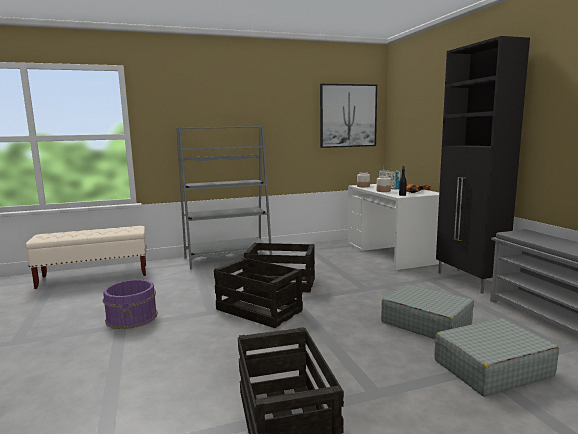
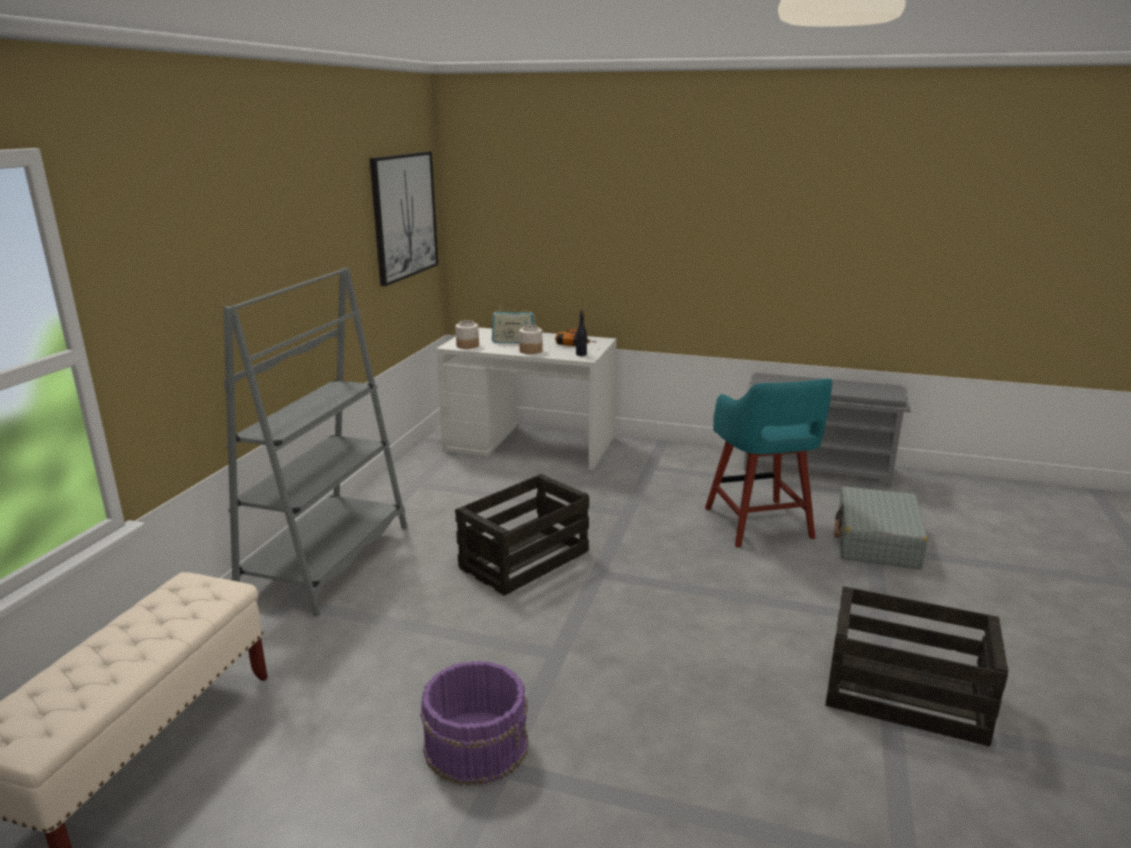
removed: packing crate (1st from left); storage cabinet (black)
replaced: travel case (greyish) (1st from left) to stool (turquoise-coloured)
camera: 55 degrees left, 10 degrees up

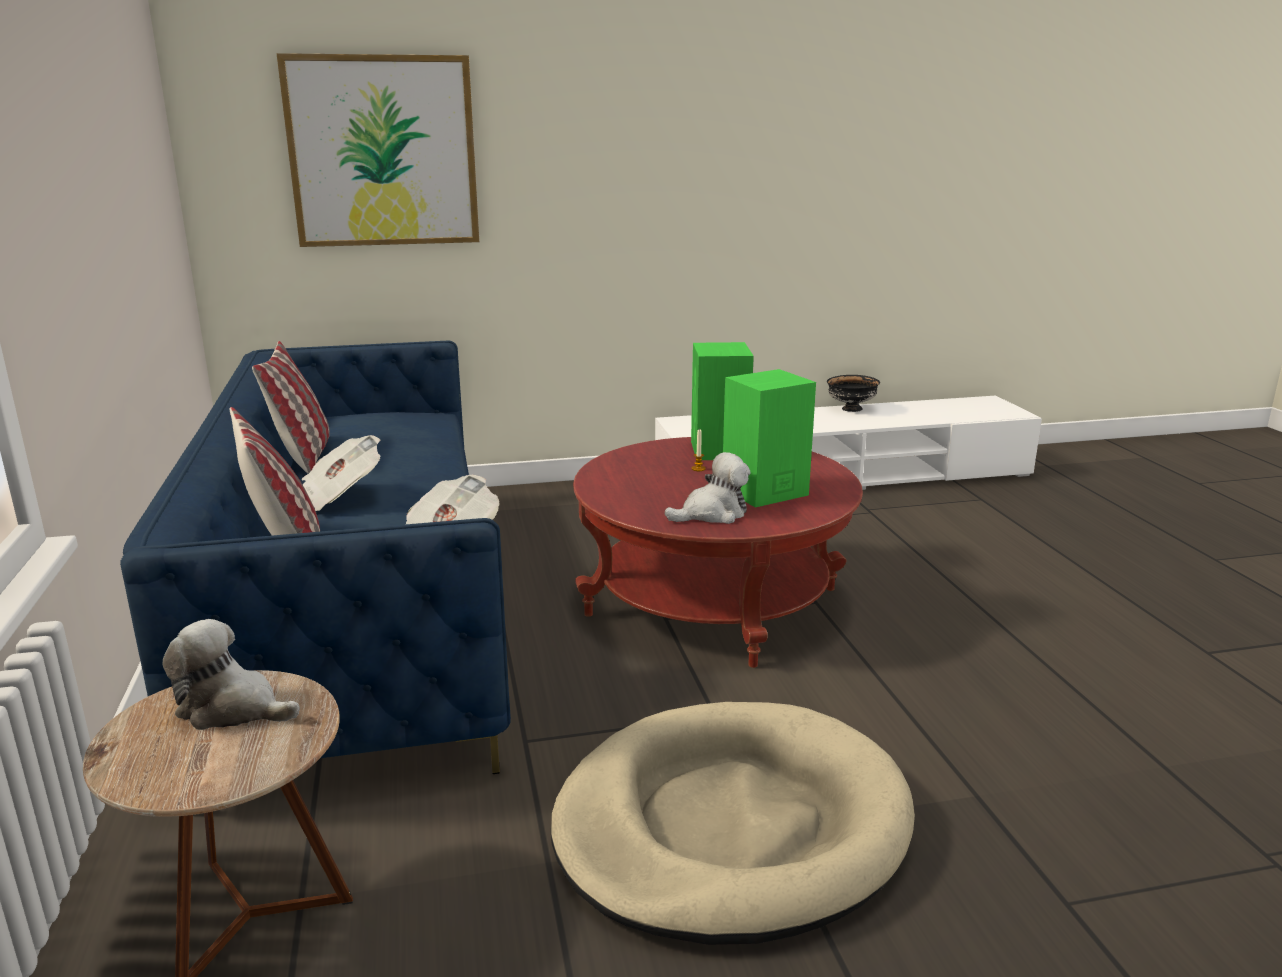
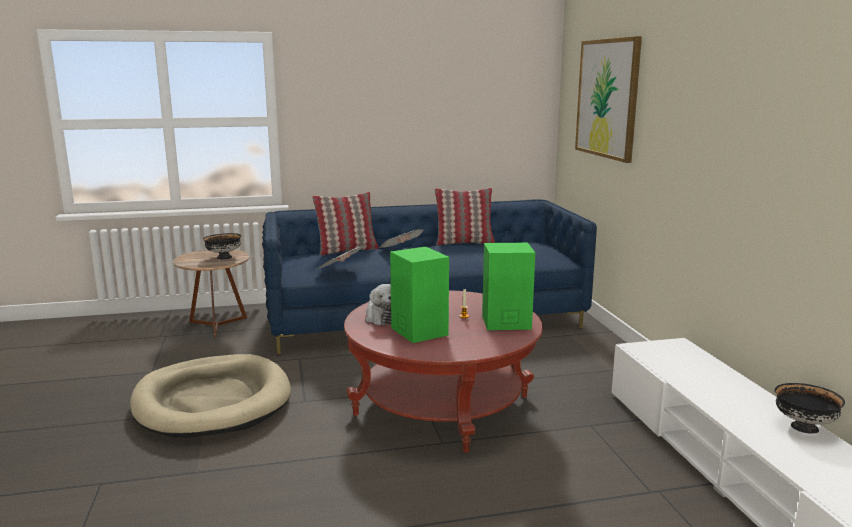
replaced: soft toy (1st from left) to bowl (black) (1st from left)
camera: 90 degrees right, 5 degrees down

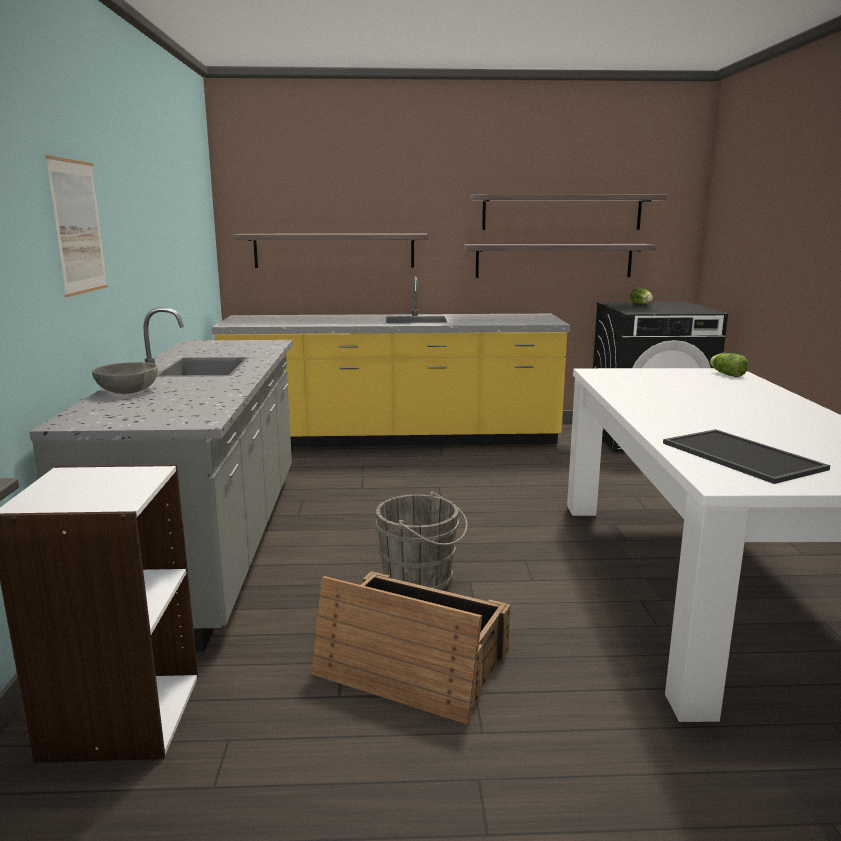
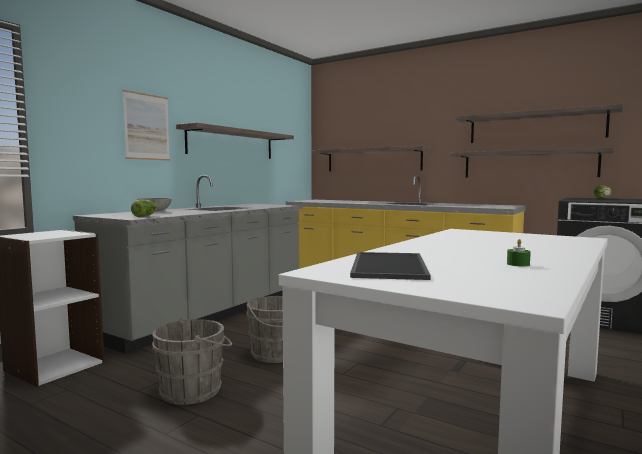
added: wall shelf (1st from left); wax light (greenish)
moved: lettuce (2nd from left in the first image) to lettuce (1st from left)
replaced: packing crate to water bucket (greyish) (1st from left)
camera: 35 degrees right, 10 degrees down

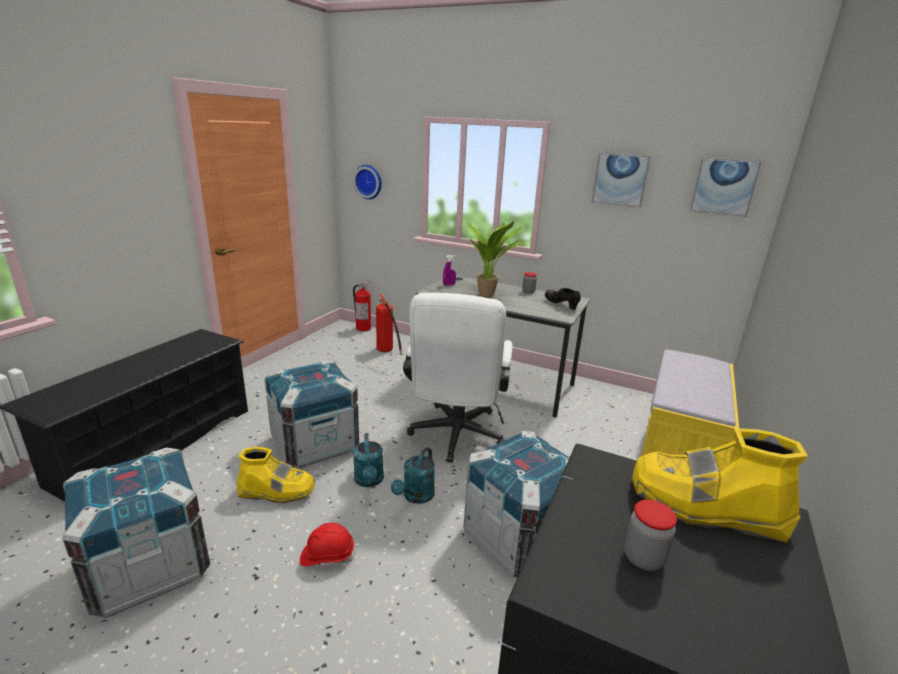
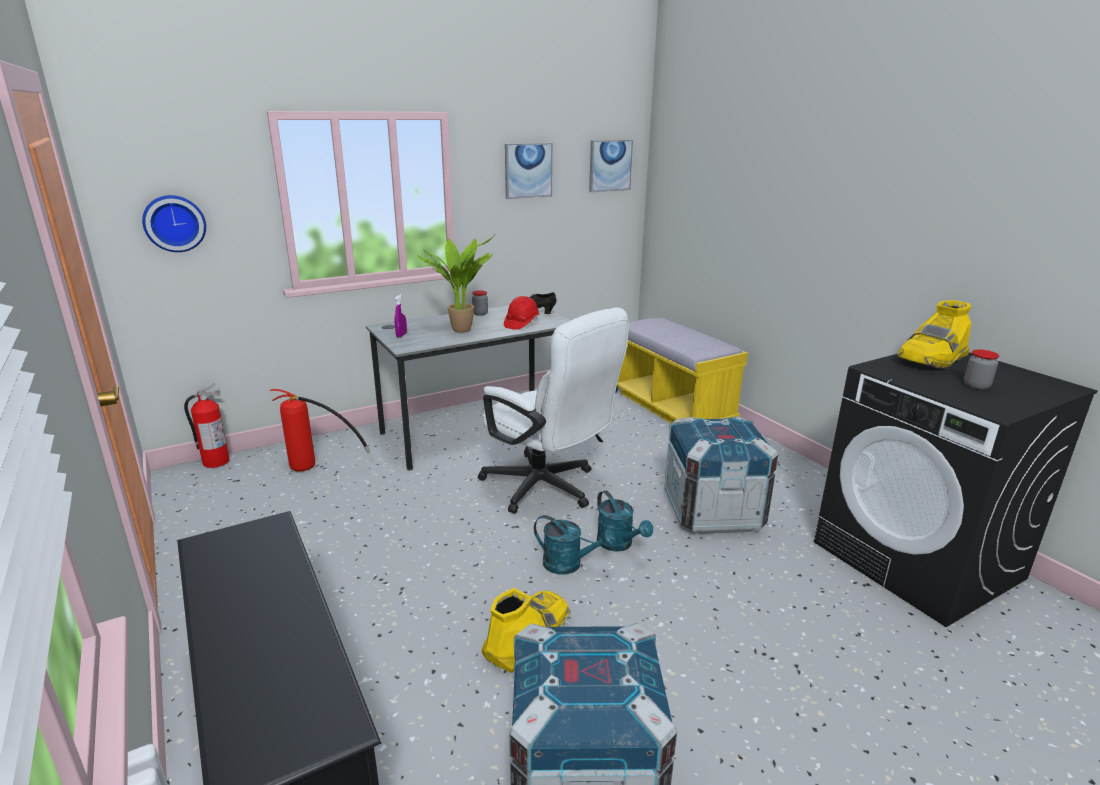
removed: packing crate (2nd from left)
moved: work helmet (red-coloured)
camera: 55 degrees left, 0 degrees up

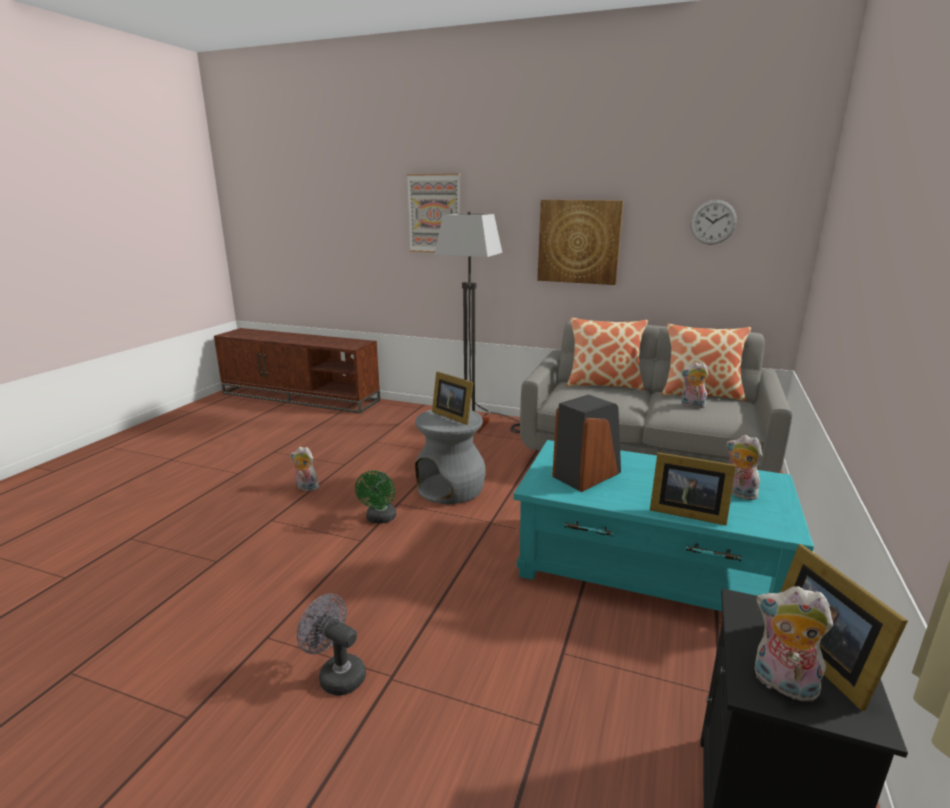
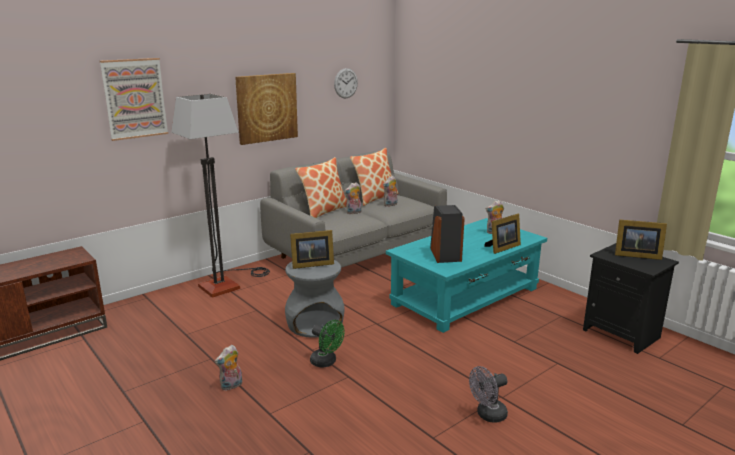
moved: soft toy (4th from left in the first image) to soft toy (2nd from left)
camera: 60 degrees left, 0 degrees up

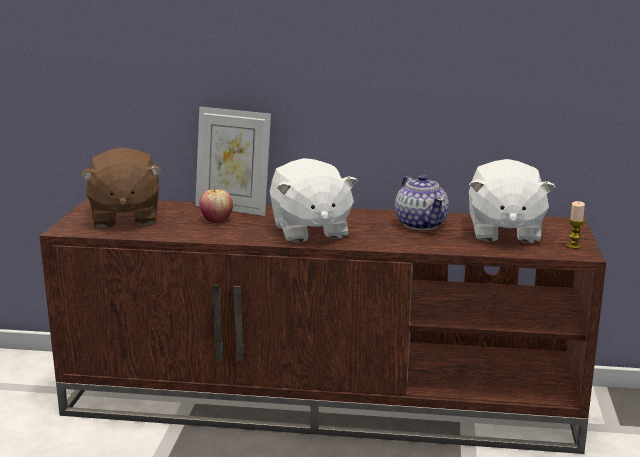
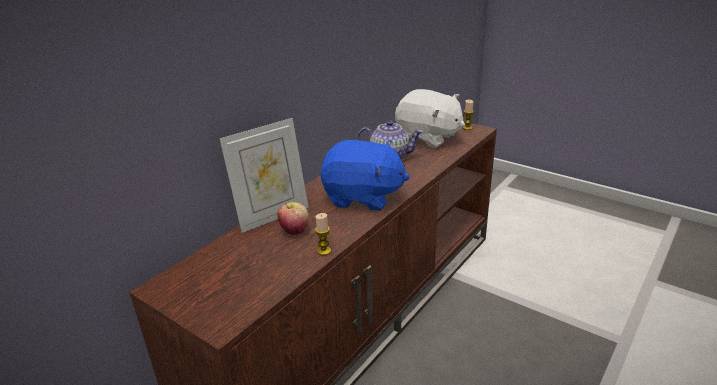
removed: soft toy (brown-coloured)
added: wax light (1st from left)
recoloured: soft toy (white-coloured) (1st from left) to soft toy (blue-coloured)
camera: 60 degrees left, 10 degrees up

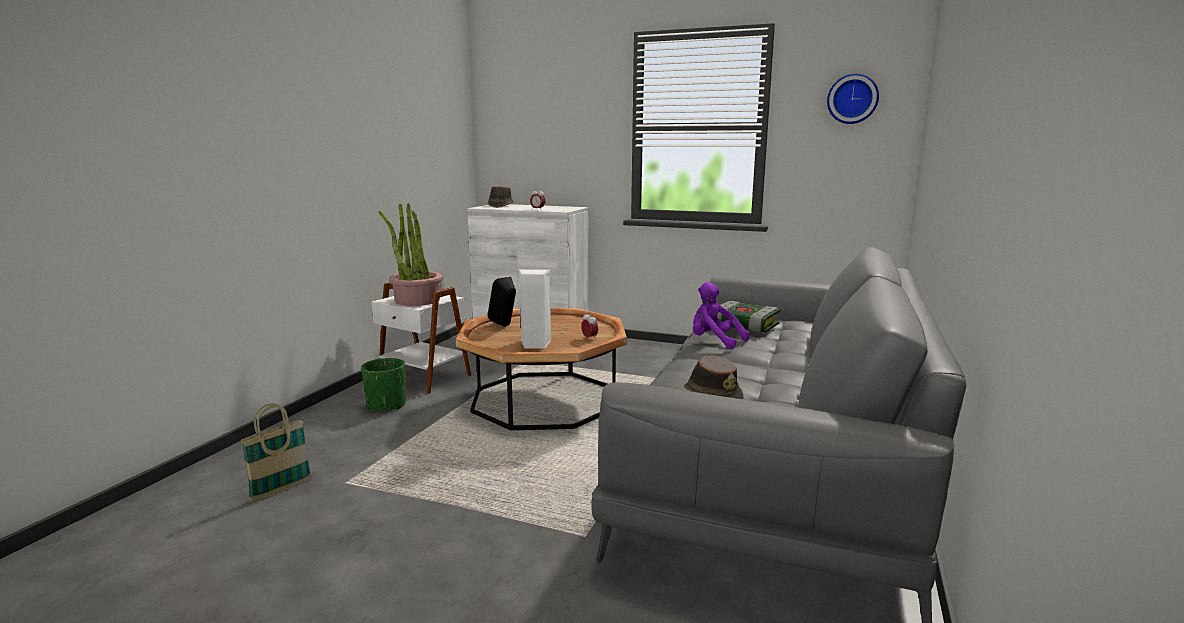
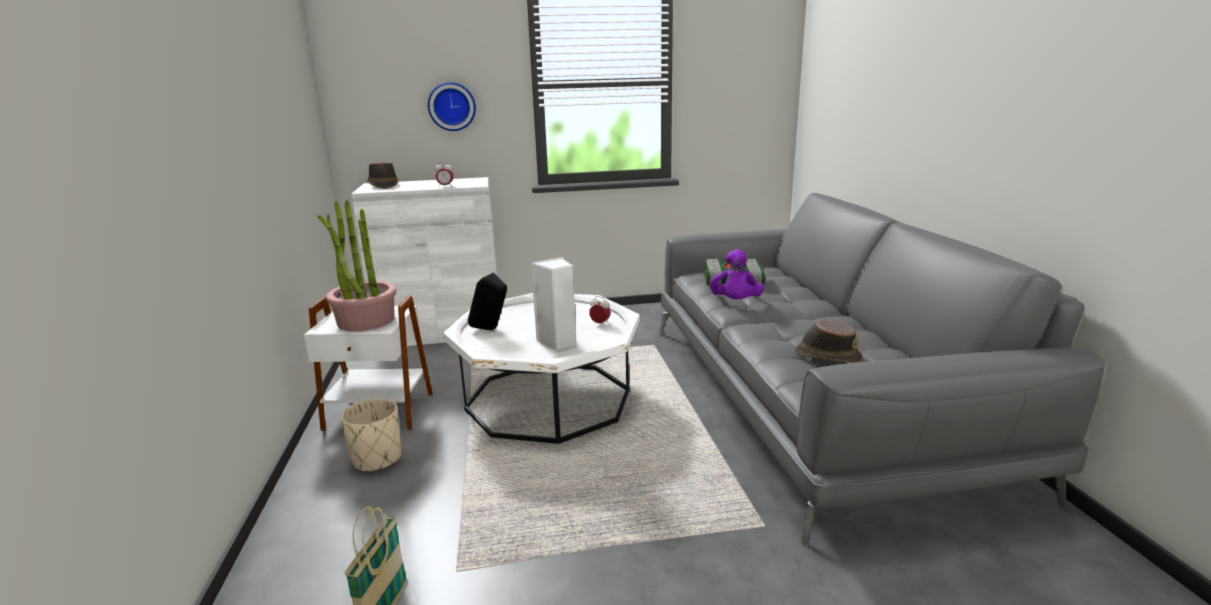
moved: clock on the wall
recoloured: planter (greenish) to planter (beige); coffee table (brown-coloured) to coffee table (white-coloured)
turned: soft toy (purple-coloured) 90 degrees counterclockwise
camera: 30 degrees left, 5 degrees up

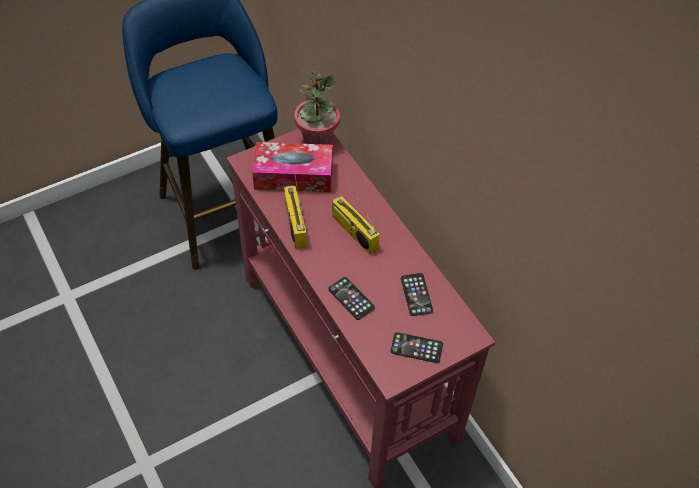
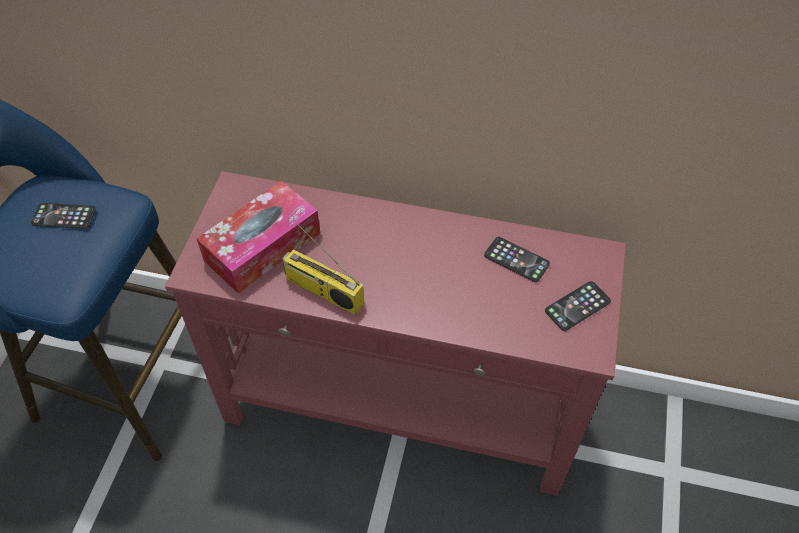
removed: potted plant; radio receiver (2nd from left)
moved: phone (1st from left)
camera: 45 degrees left, 0 degrees up

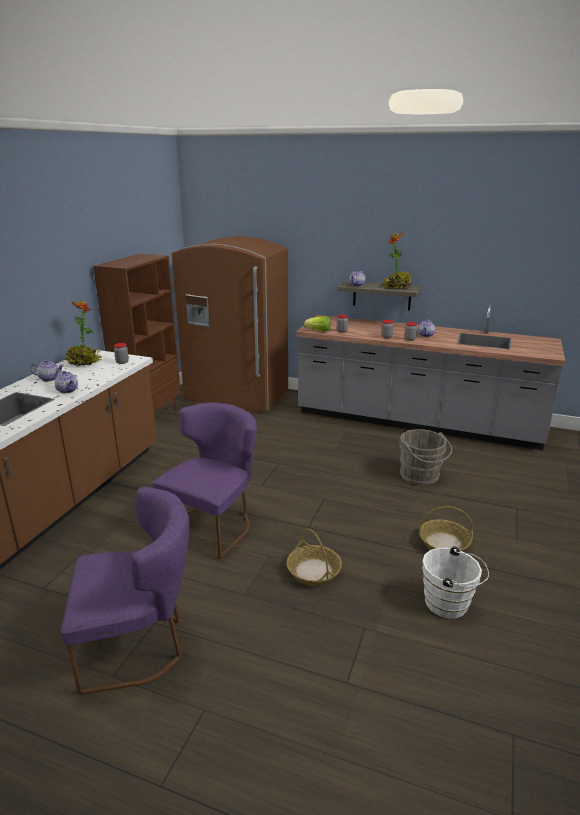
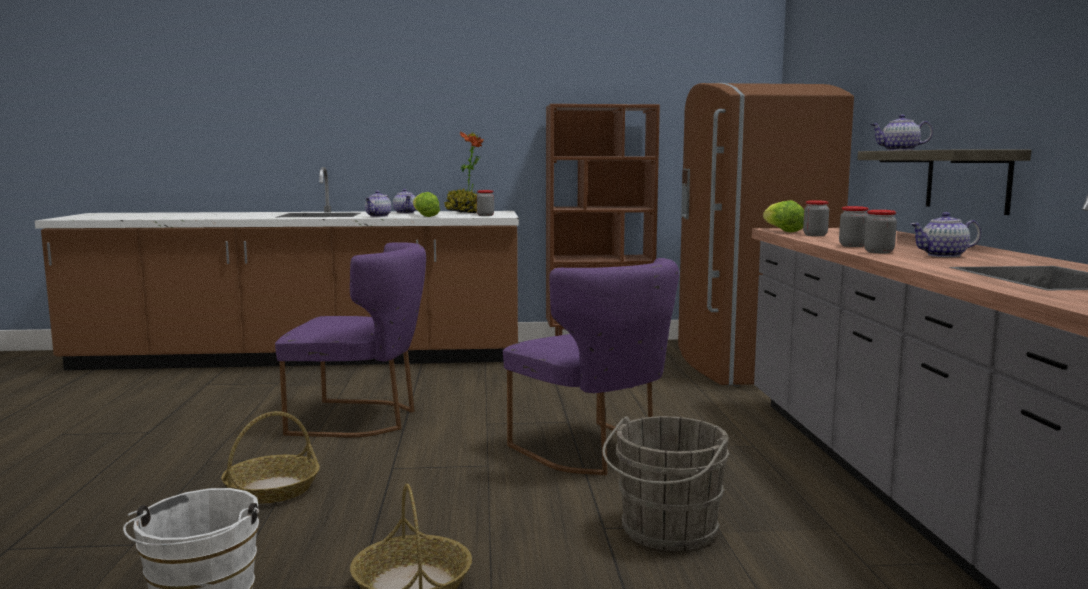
removed: potted plant (2nd from left)
added: lettuce (1st from left)
moved: chair (purple-coloured) (1st from left in the first image) to chair (purple-coloured) (2nd from left)
camera: 65 degrees right, 15 degrees down

